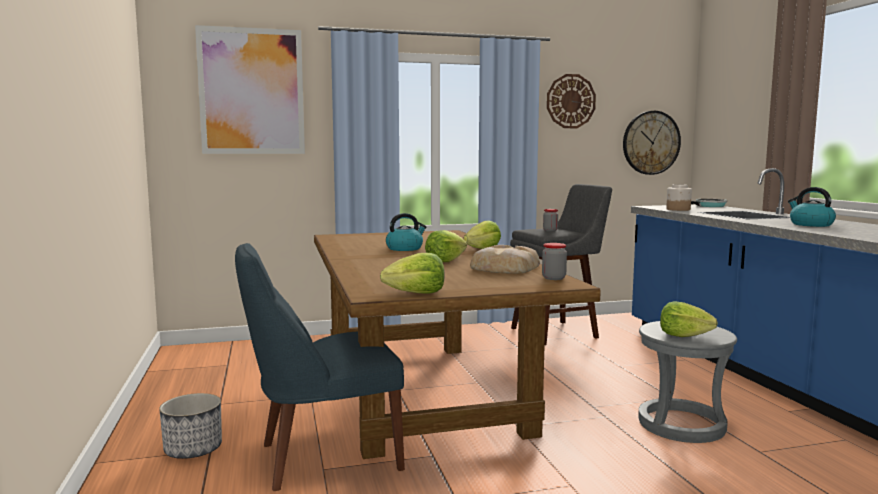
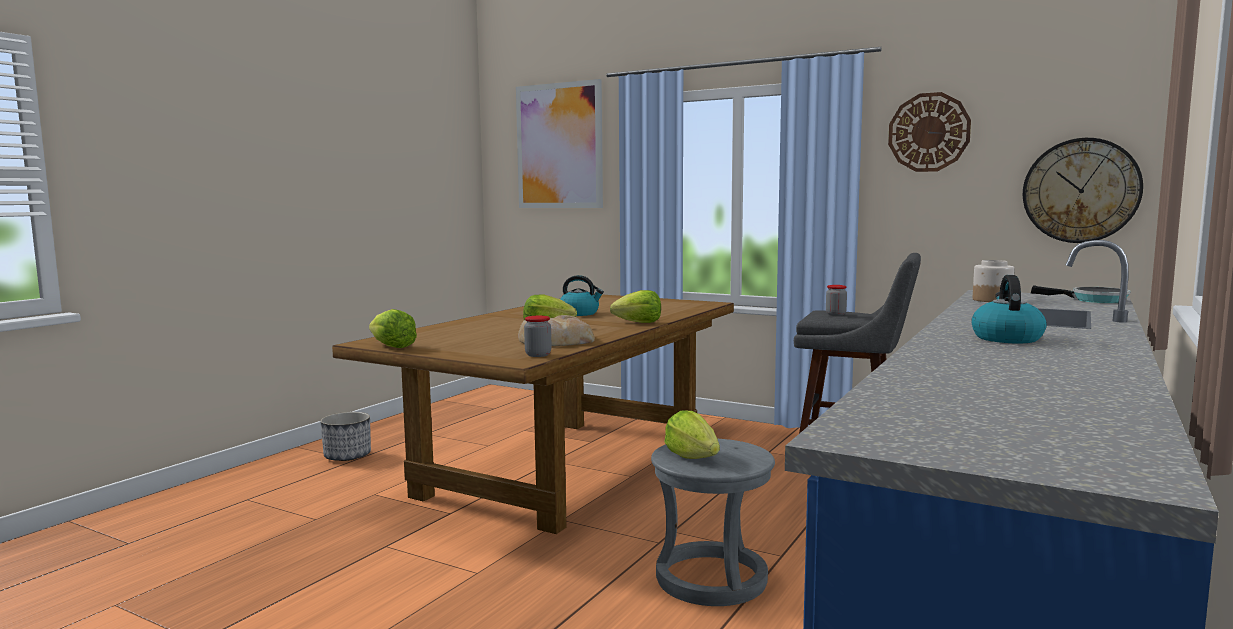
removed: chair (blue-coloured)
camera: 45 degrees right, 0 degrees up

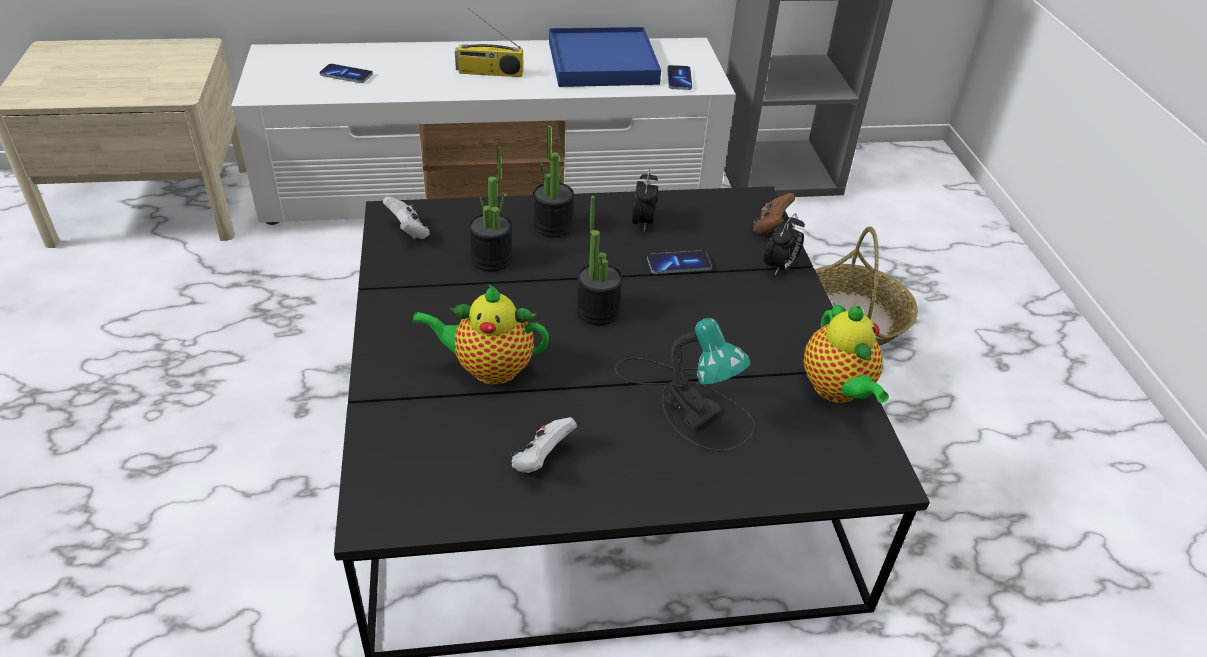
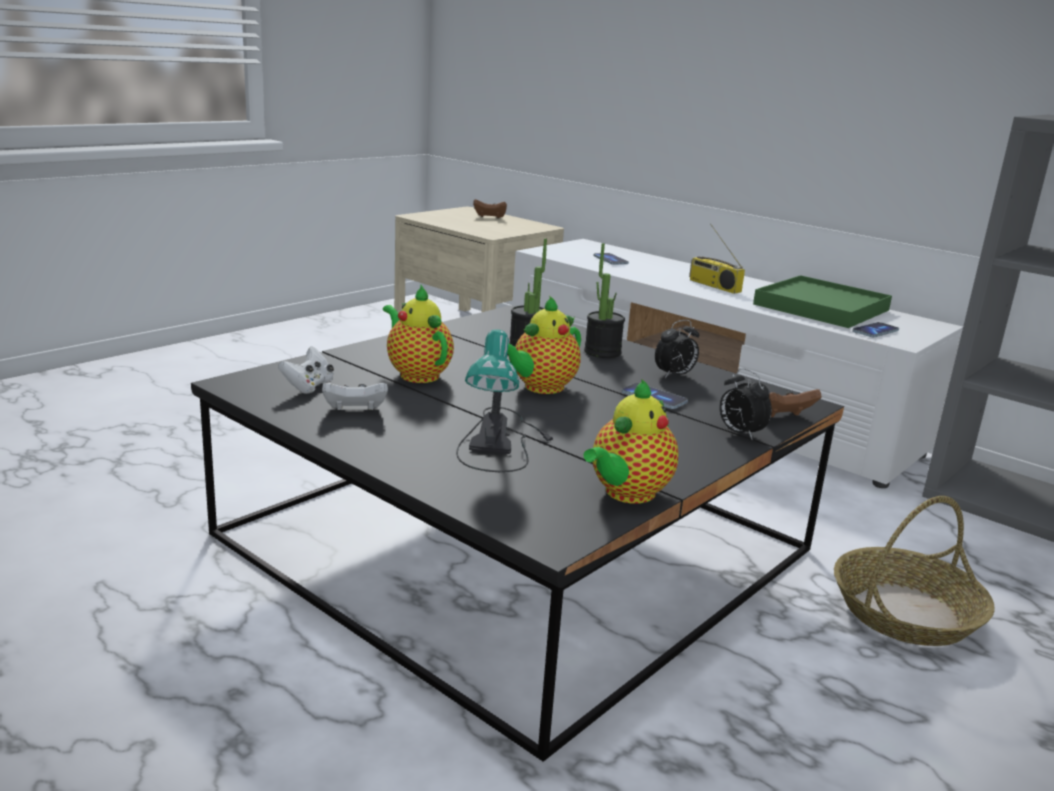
added: gamepad (brown-coloured) (1st from left)
moved: gamepad (white-coloured) (1st from left)
replaced: potted plant (3rd from left) to pot for tea (2nd from left)
recoloured: serving tray (blue-coloured) to serving tray (greenish)
turned: table clock (2nd from left) 60 degrees clockwise
camera: 50 degrees right, 20 degrees down

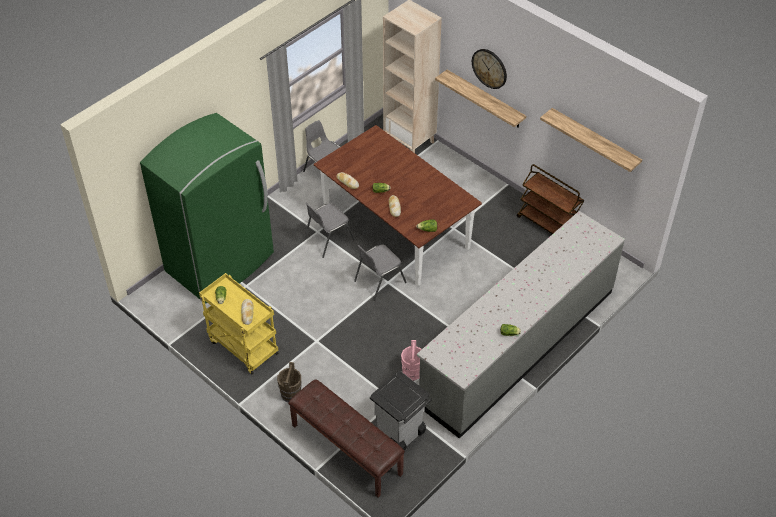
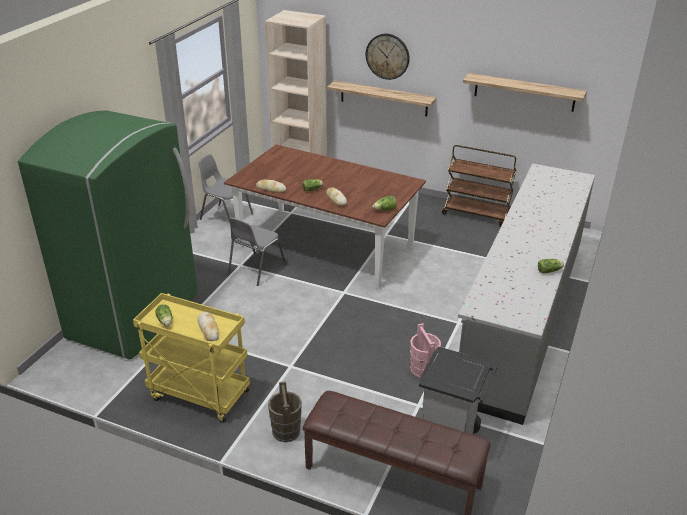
removed: chair (greyish) (3rd from left)
camera: 20 degrees left, 15 degrees down

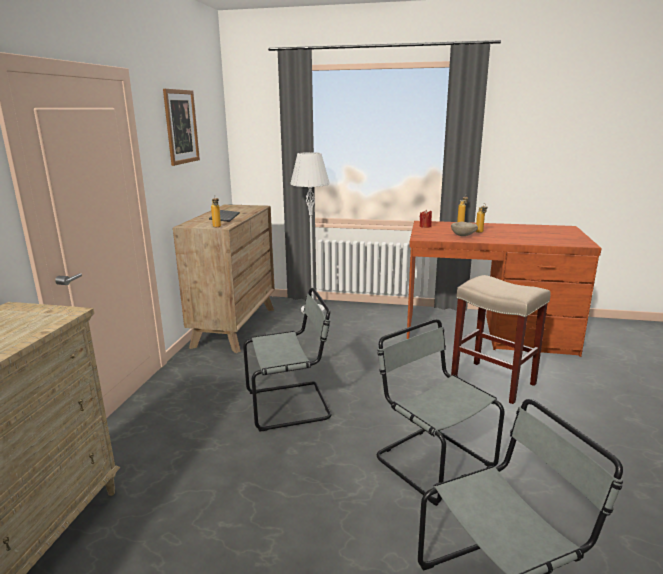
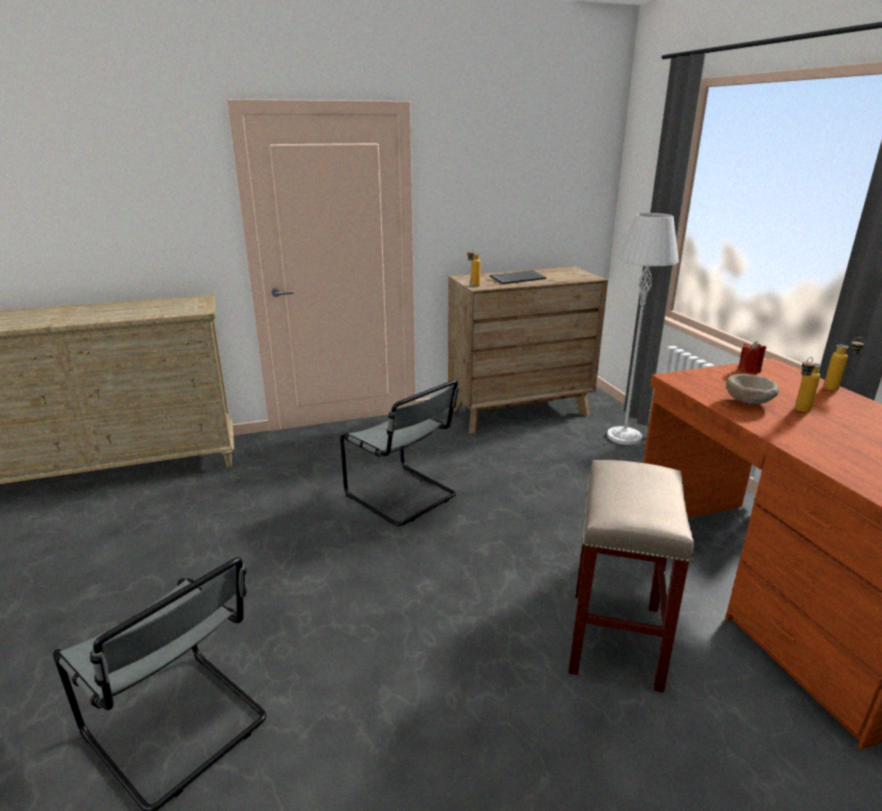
removed: wall art; chair (greyish) (2nd from left)
camera: 60 degrees right, 5 degrees up

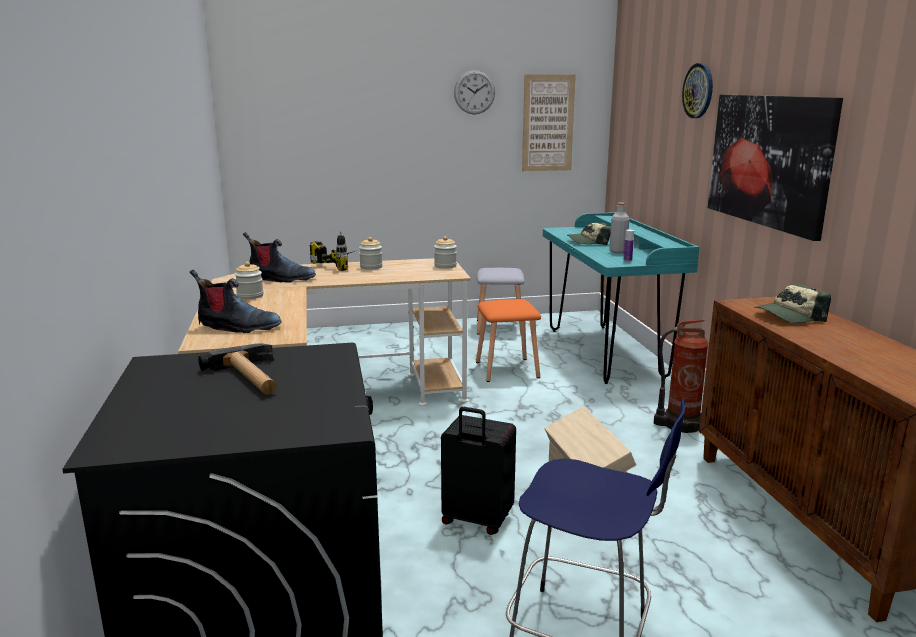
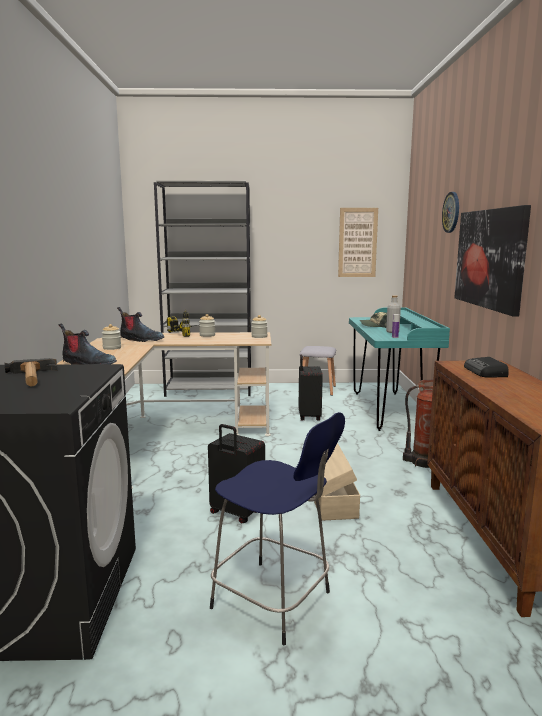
removed: clock on the wall (1st from left)
added: bookshelf (greyish)
replaced: stool (orange) to travel case (black) (2nd from left); baseball cap (2nd from left) to radio receiver
camera: 10 degrees right, 5 degrees down

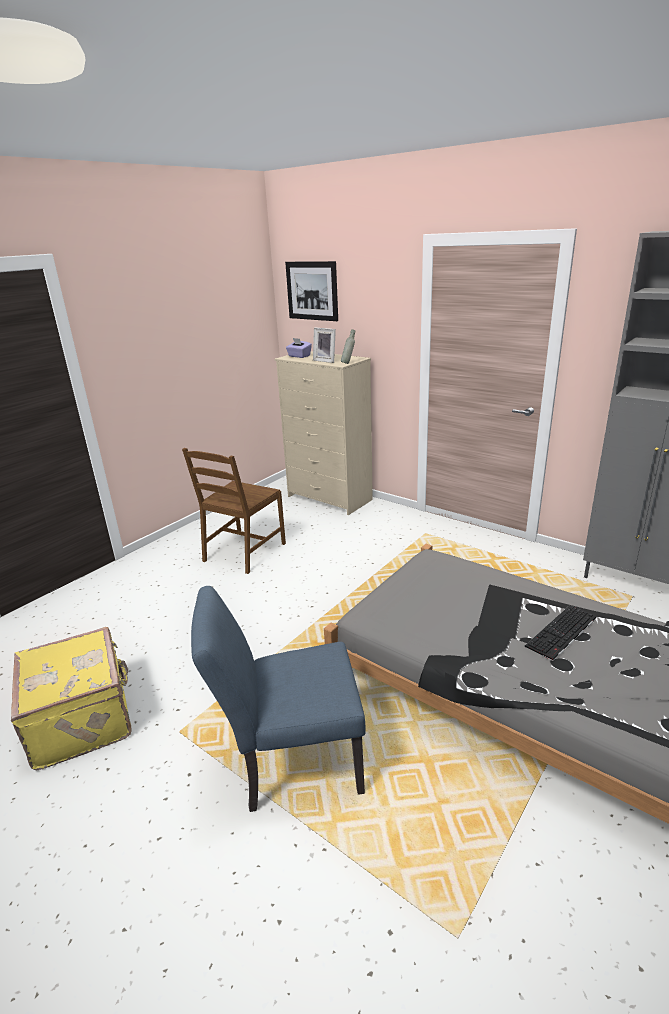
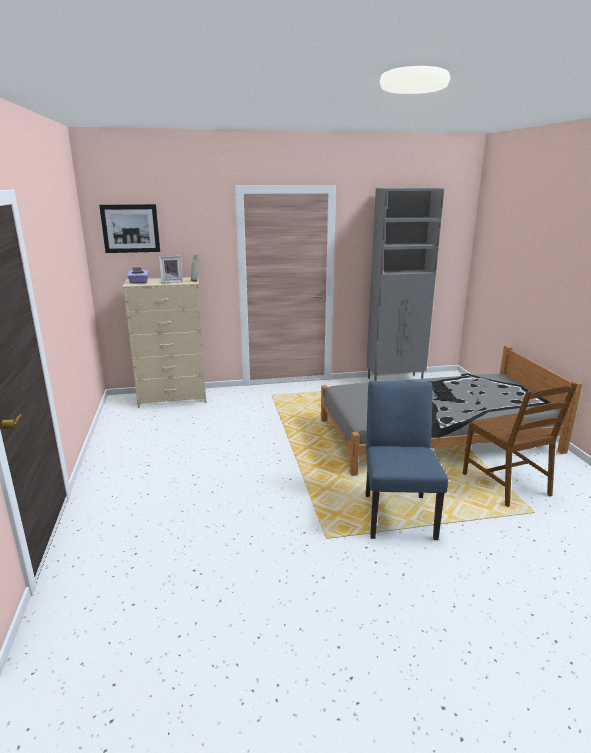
removed: travel case (yellow)
moved: chair (brown-coloured)
turned: chair (blue-coloured) 150 degrees clockwise
camera: 50 degrees left, 5 degrees down

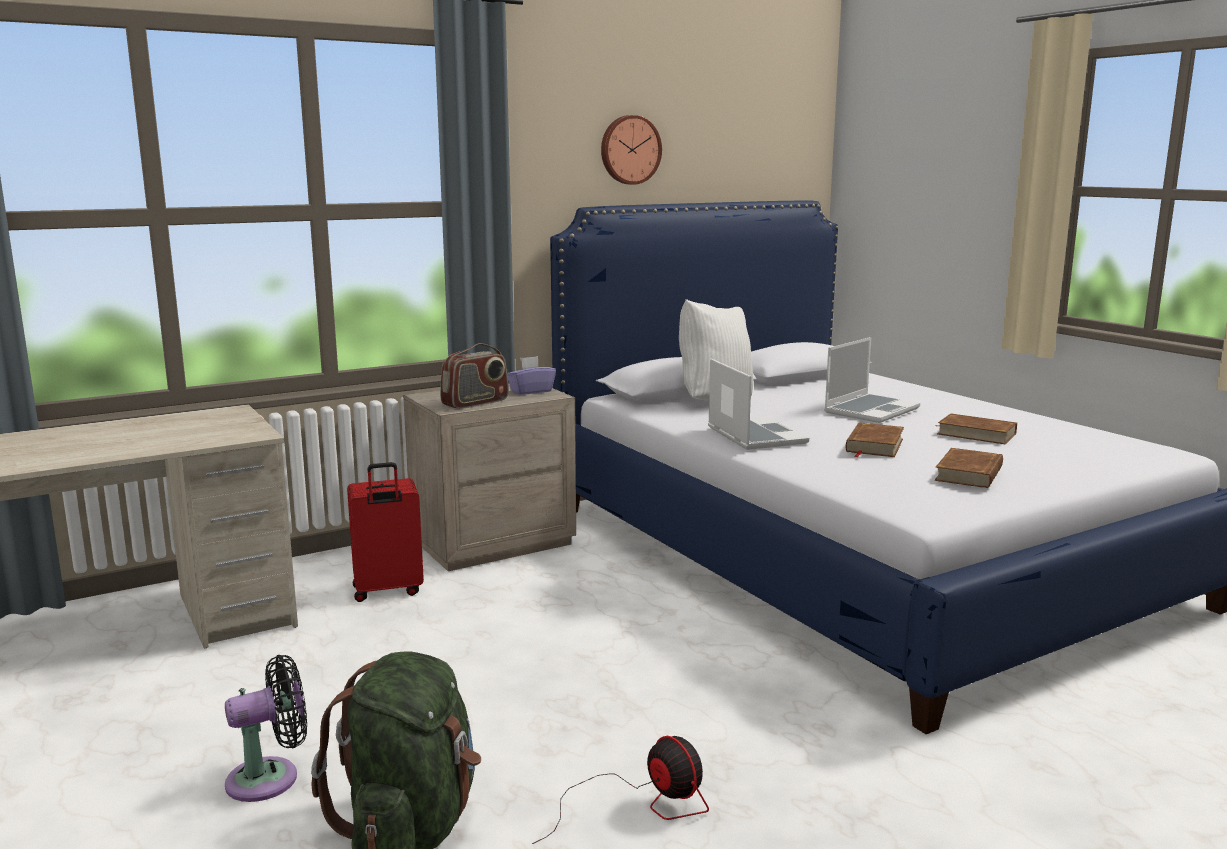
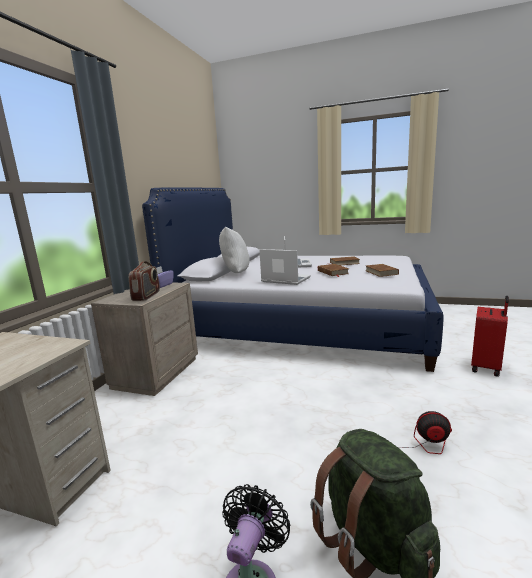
removed: clock on the wall
moved: travel case (red-coloured)
camera: 40 degrees left, 0 degrees up

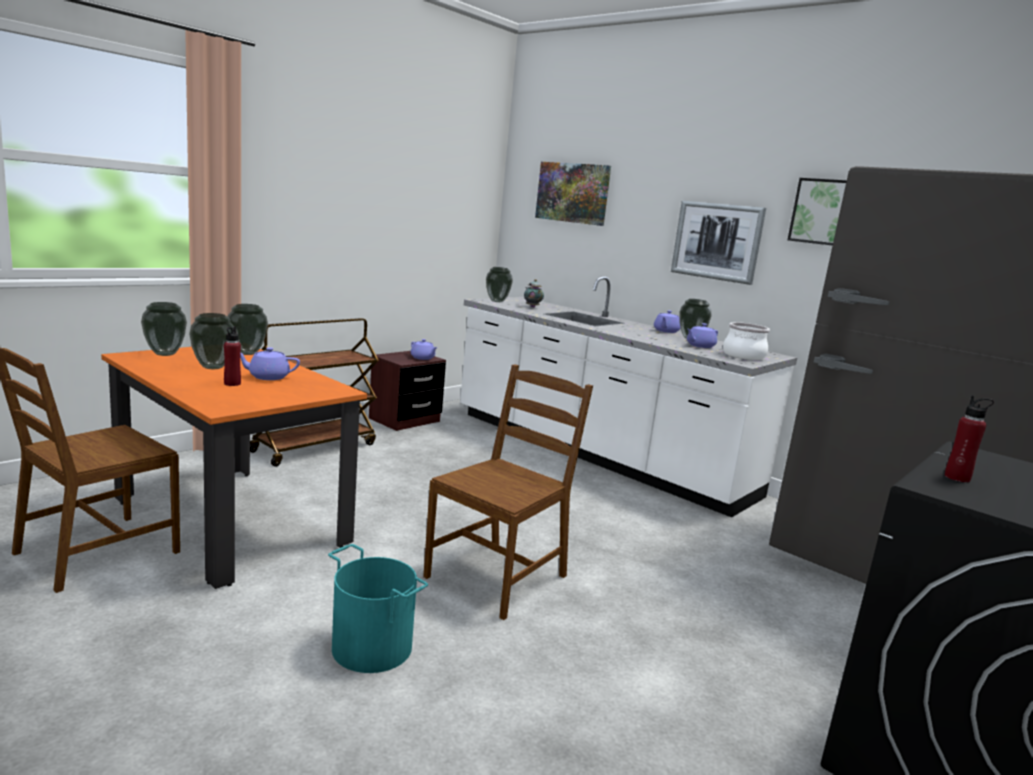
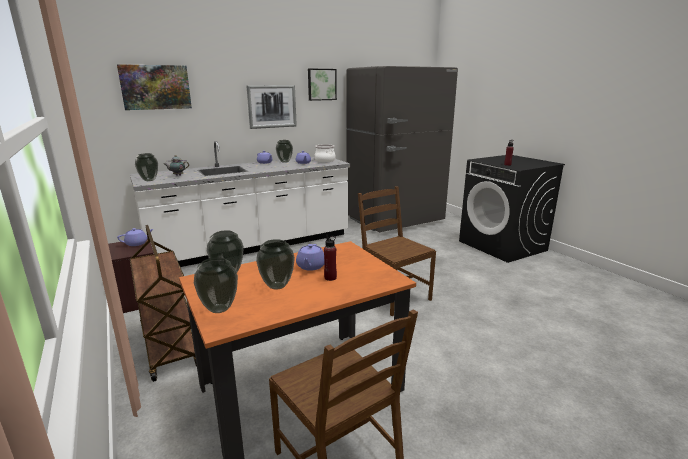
removed: water bucket (turquoise-coloured)
camera: 70 degrees left, 5 degrees up

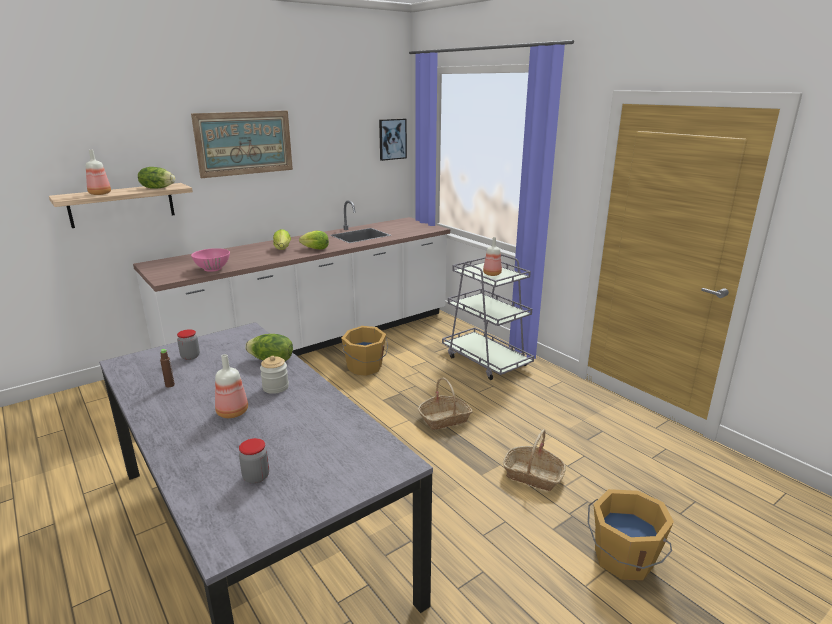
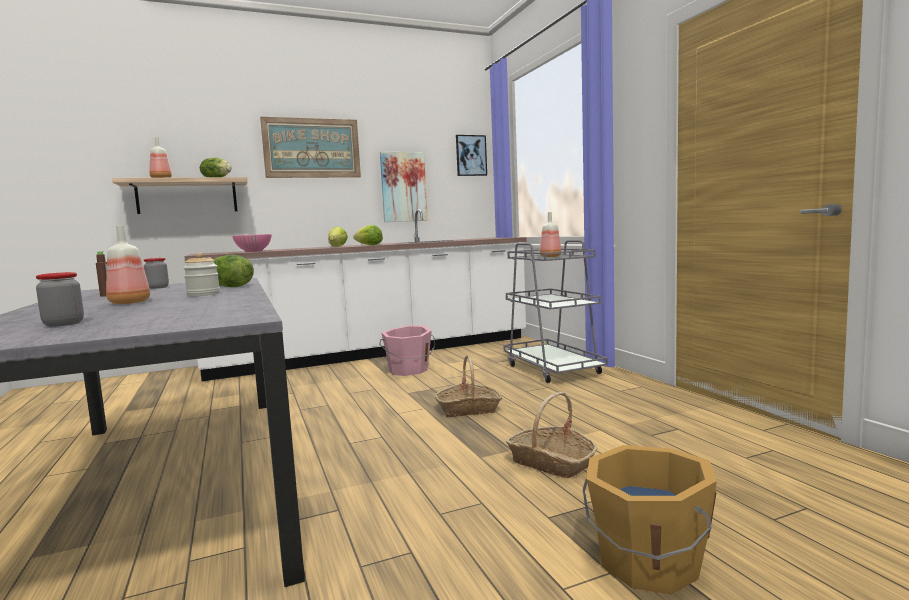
added: wall art (2nd from left)
recoloured: water bucket (orange) (1st from left) to water bucket (pink-coloured)
camera: 15 degrees right, 15 degrees down

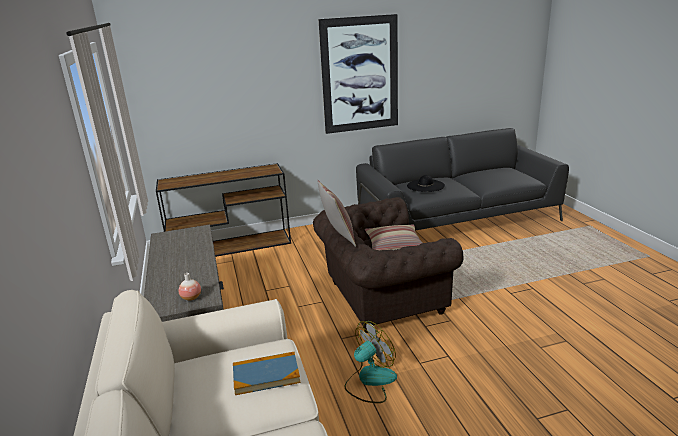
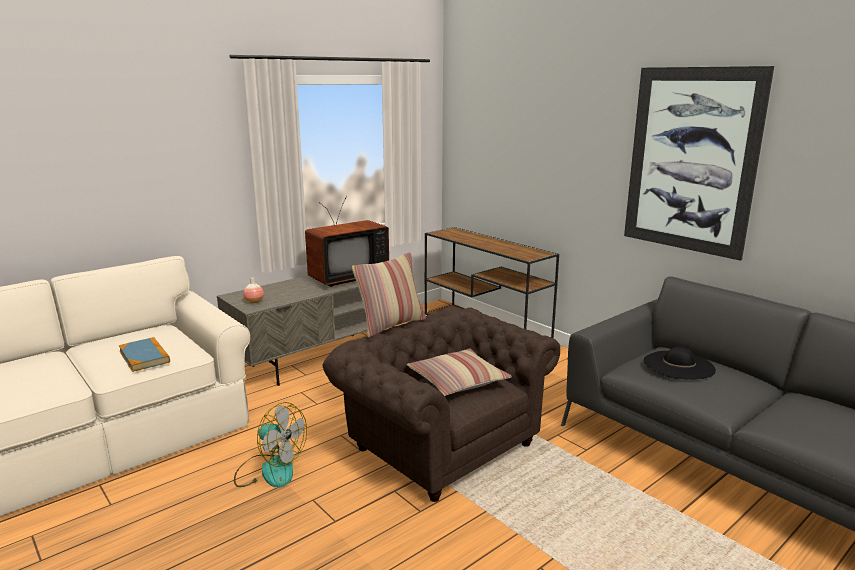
added: TV
camera: 65 degrees right, 5 degrees down

